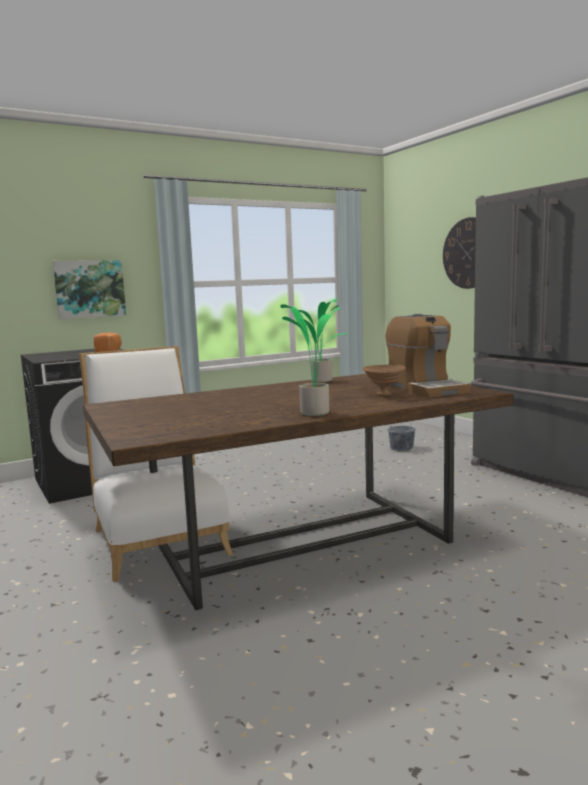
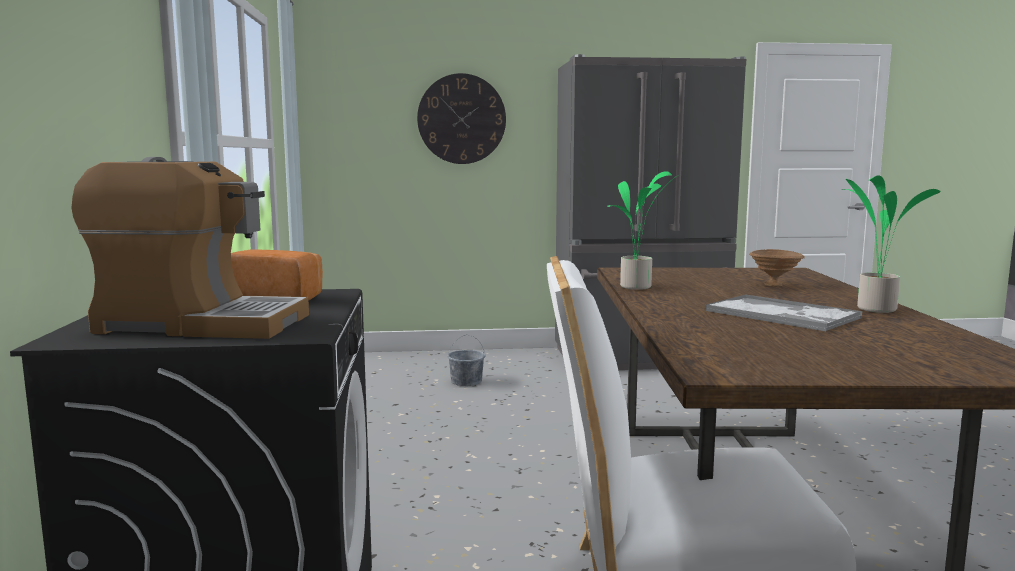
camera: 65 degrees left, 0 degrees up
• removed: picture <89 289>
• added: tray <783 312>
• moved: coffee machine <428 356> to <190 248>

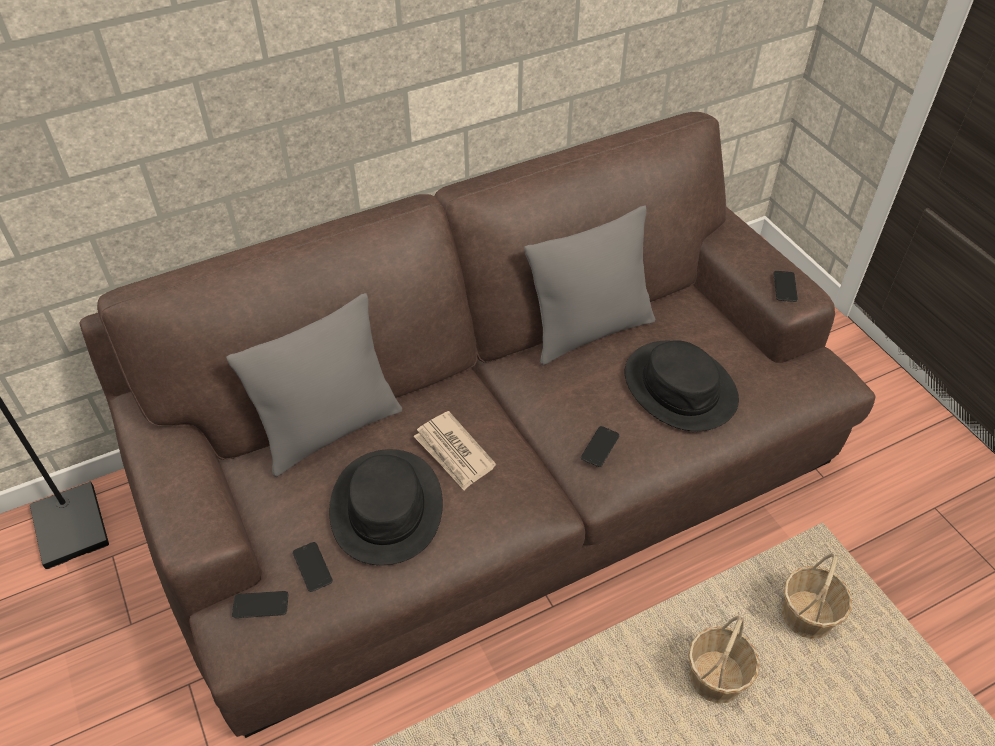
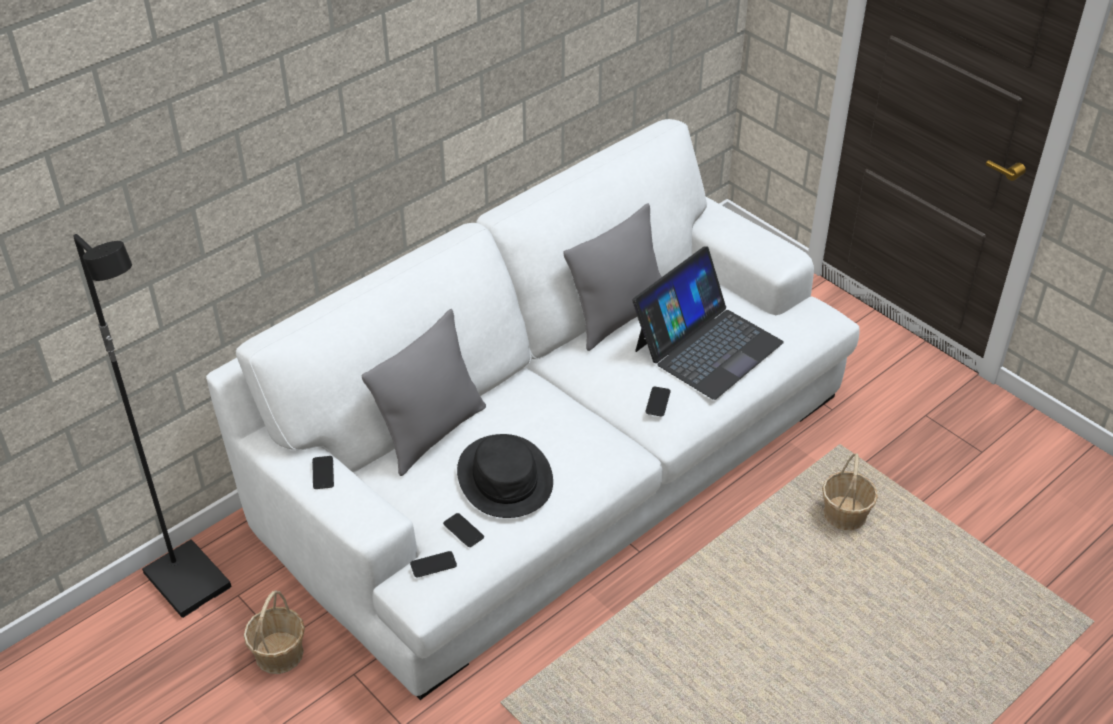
camera: 15 degrees left, 5 degrees down
• removed: newspaper <454 450>
• moved: basket <724 659> to <274 632>
• moved: phone <786 286> to <323 472>
• replaced: black hat <681 385> to laptop <708 323>
• recoloured: brown sofa <477 425> to white sofa <533 409>

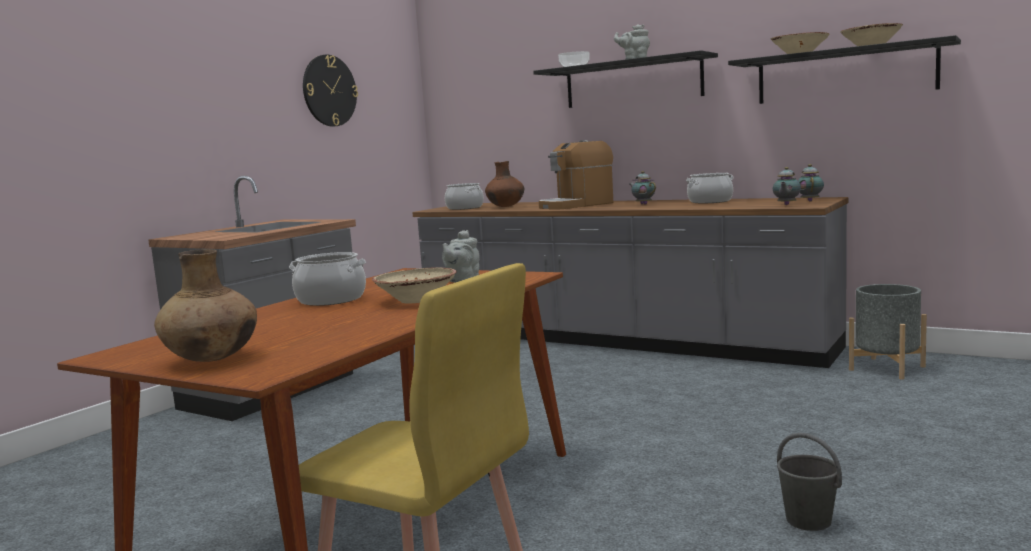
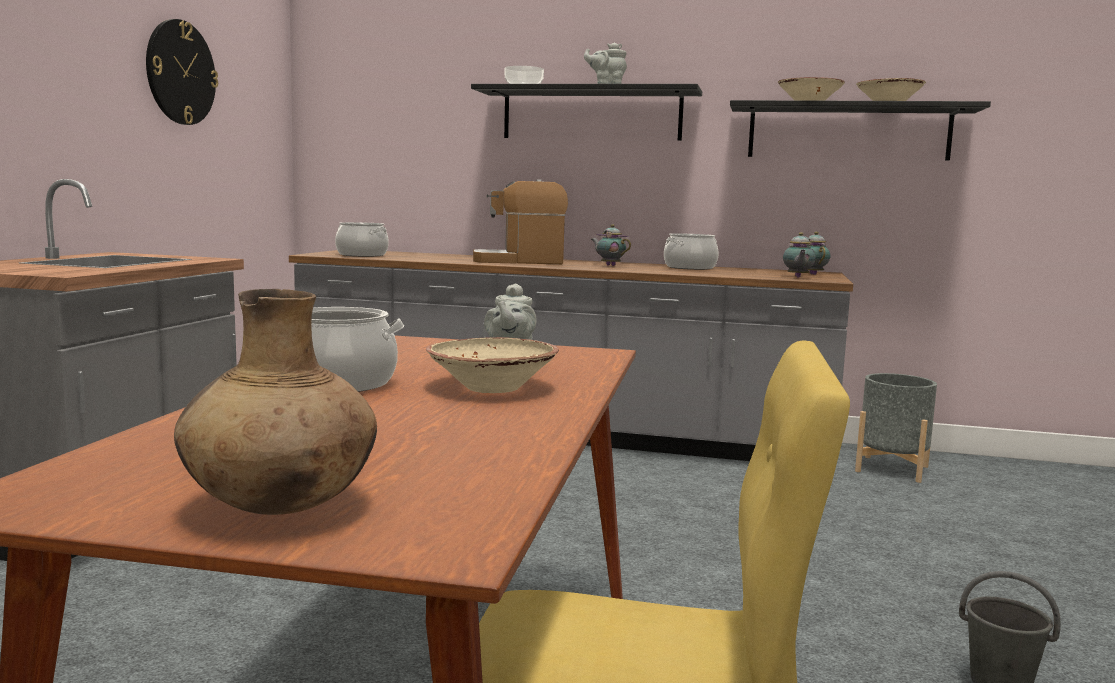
camera: 20 degrees left, 0 degrees up
• removed: brown vase <504 184>
• turned: coffee machine <576 175> = <520 221> 45 degrees clockwise

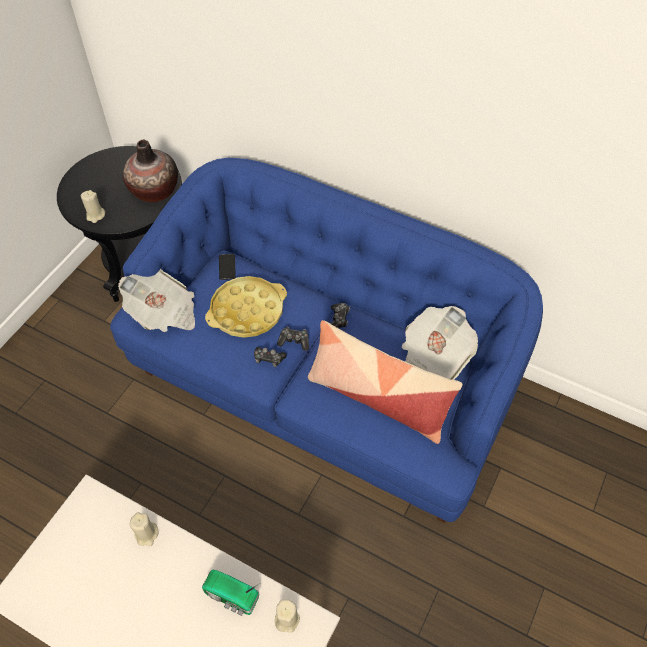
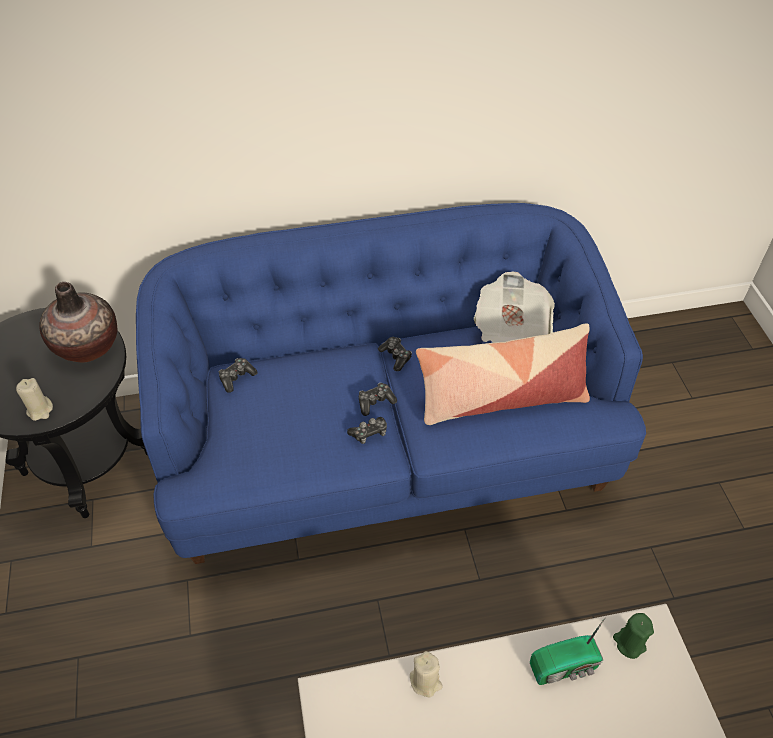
camera: 40 degrees left, 5 degrees down
• removed: newspaper <156 300>
• removed: yellow tray <246 307>
• replaced: phone <227 267> to game controller <237 375>
• recoloured: beige candle <287 616> to green candle <633 636>

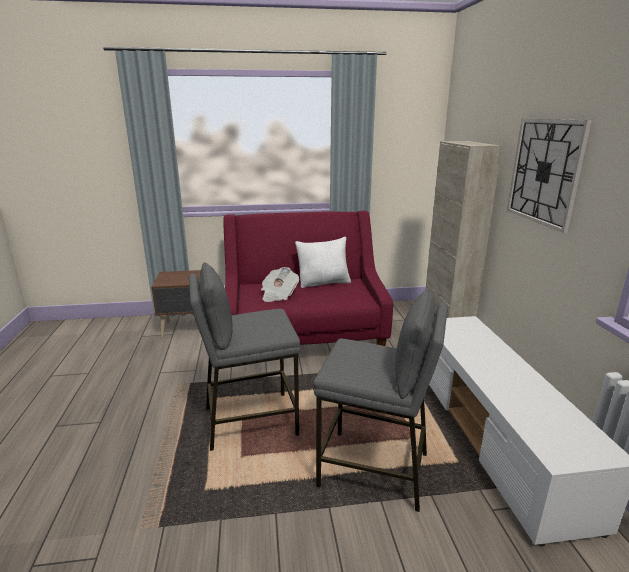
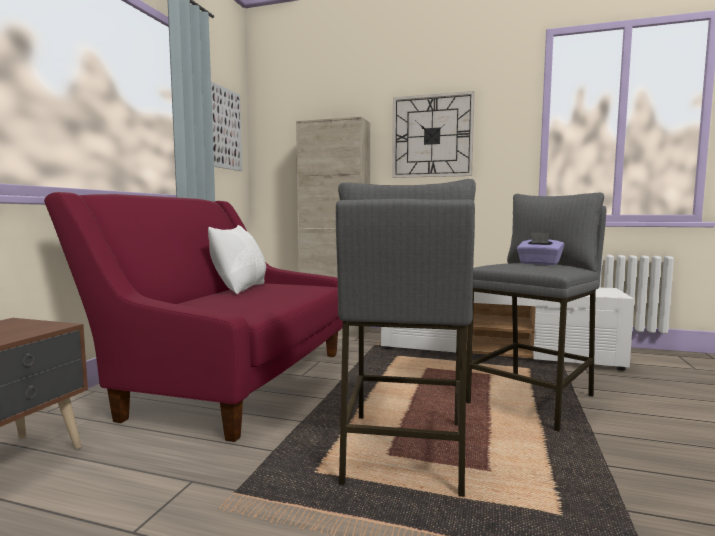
camera: 65 degrees left, 15 degrees down
• removed: newspaper <280 284>
• added: picture <226 126>
• added: purple tissue box <540 248>

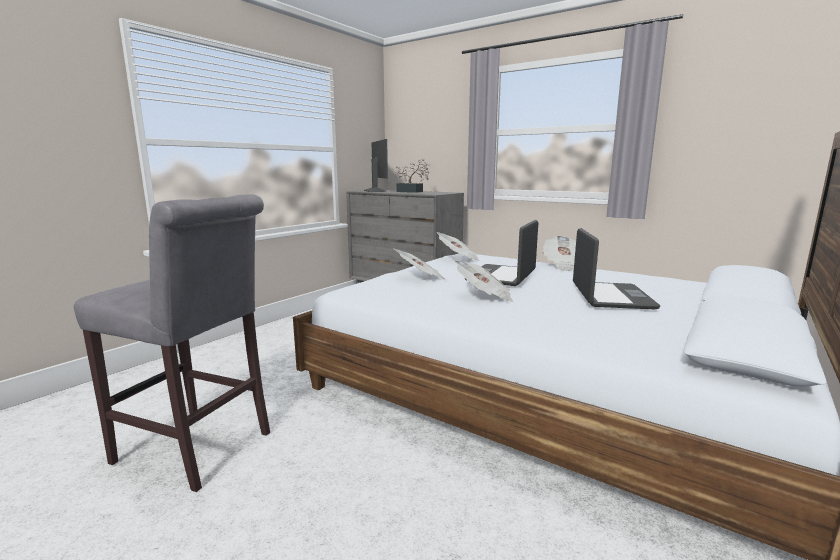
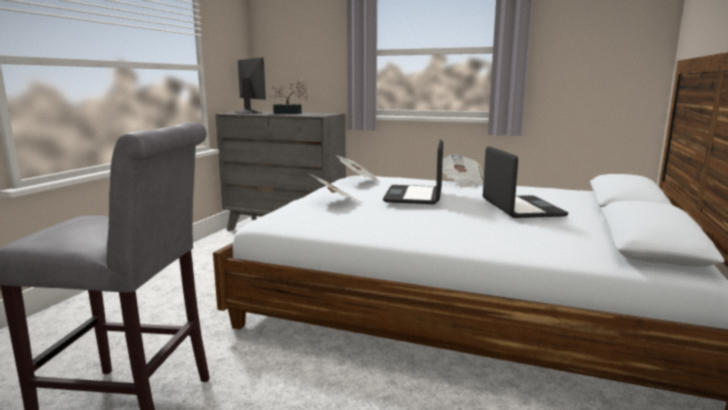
camera: 15 degrees left, 0 degrees up
• removed: newspaper <483 281>

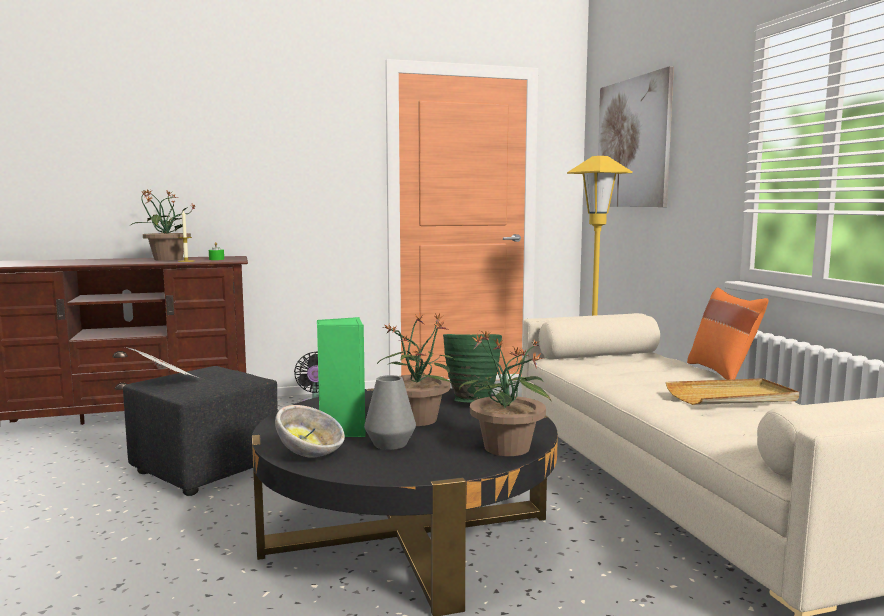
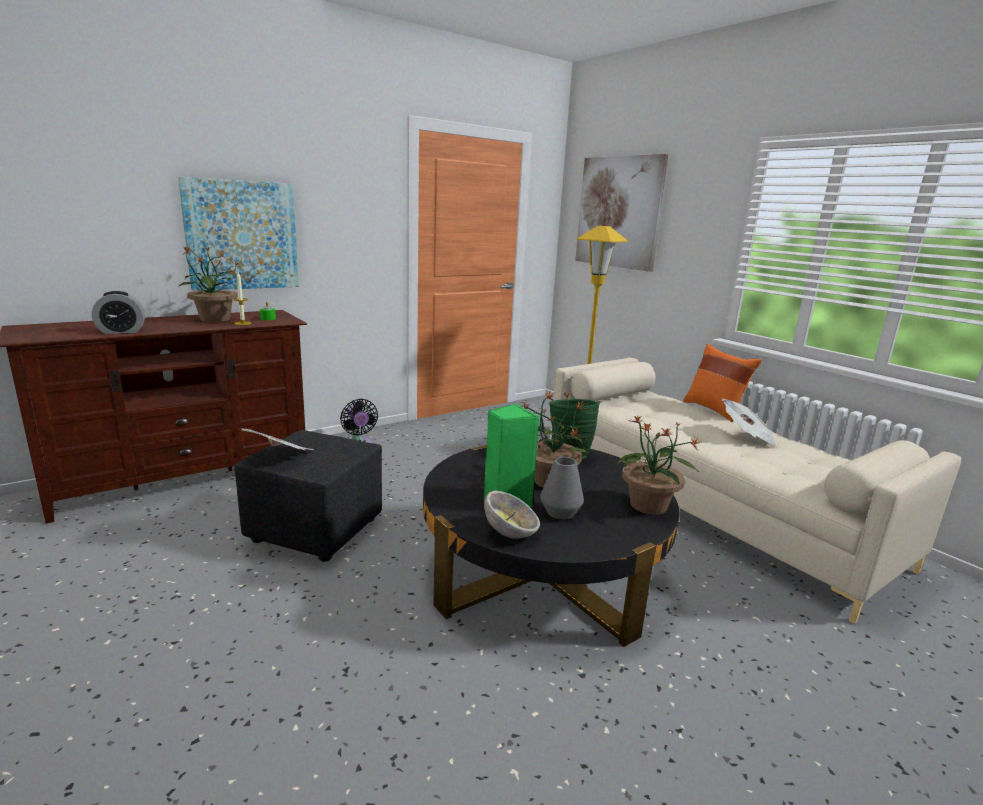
camera: 20 degrees left, 10 degrees up
• added: alarm clock <118 312>
• added: picture <238 234>
• replaced: beige tray <732 391> to newspaper <749 422>

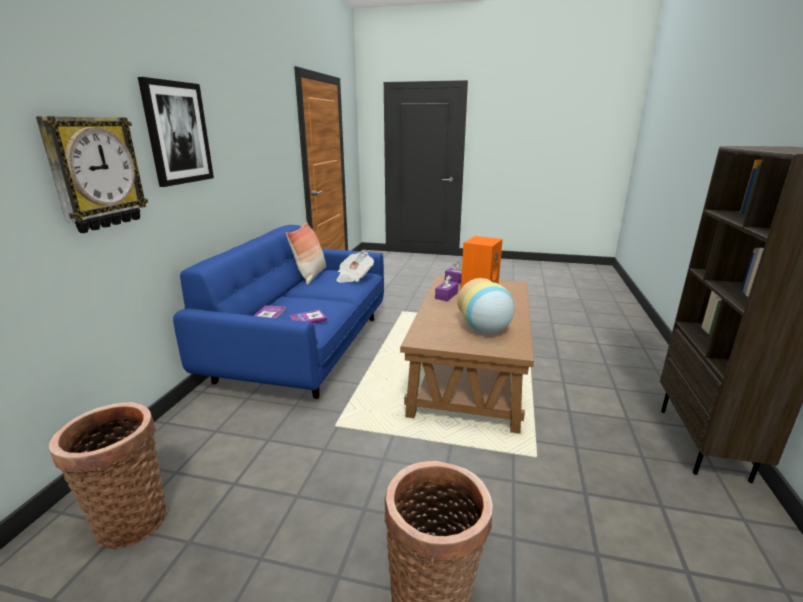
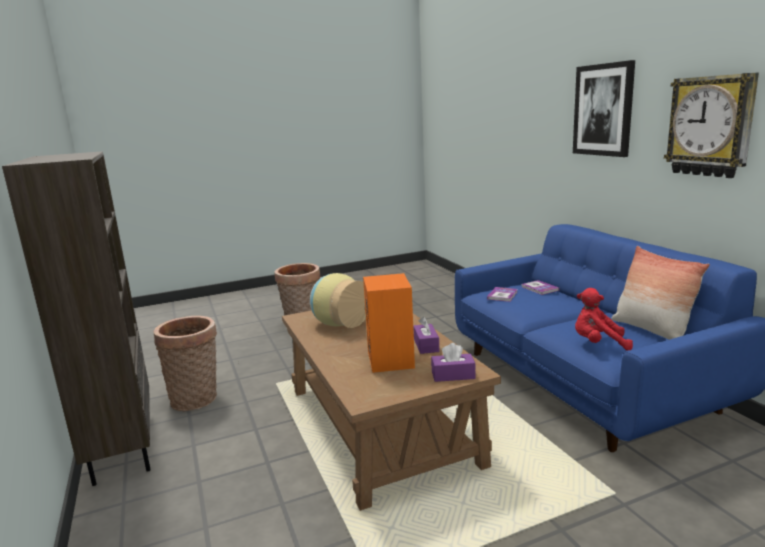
camera: 145 degrees right, 5 degrees down
• moved: wall clock <92 174> to <711 125>
• moved: basket <108 475> to <185 363>
• replaced: newspaper <355 267> to red plush toy <604 319>

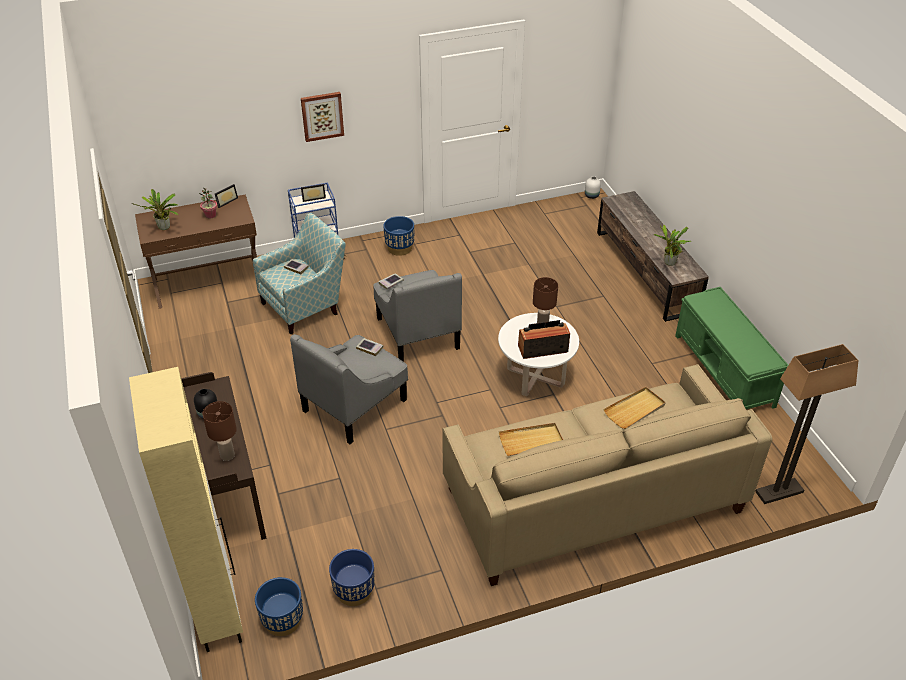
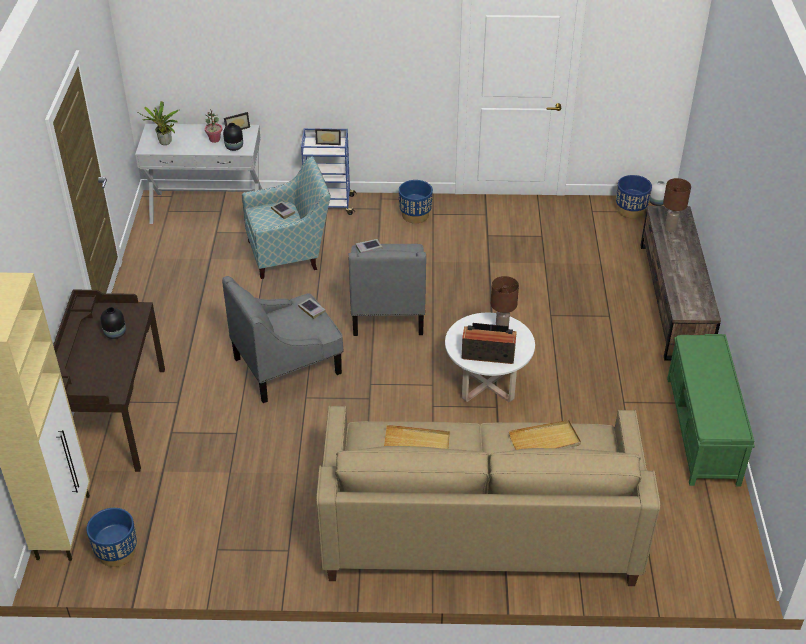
camera: 20 degrees right, 0 degrees up
• removed: picture <322 117>
• removed: potted plant <673 245>
• removed: floor lamp <806 424>
• added: black vase <233 137>
• moved: brown table lamp <219 431> to <677 205>
• moved: blue planter <352 577> to <634 196>
• recoloured: brown console table <196 251> to white console table <198 174>

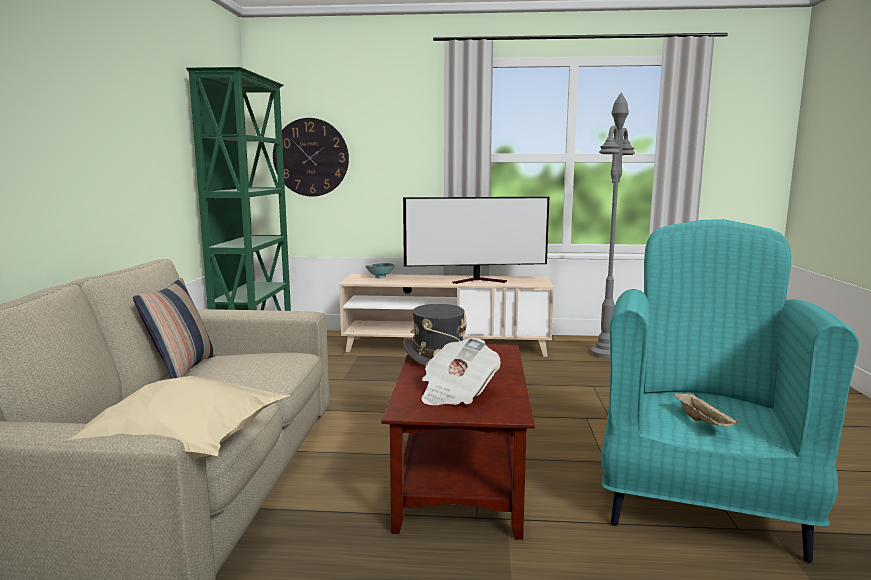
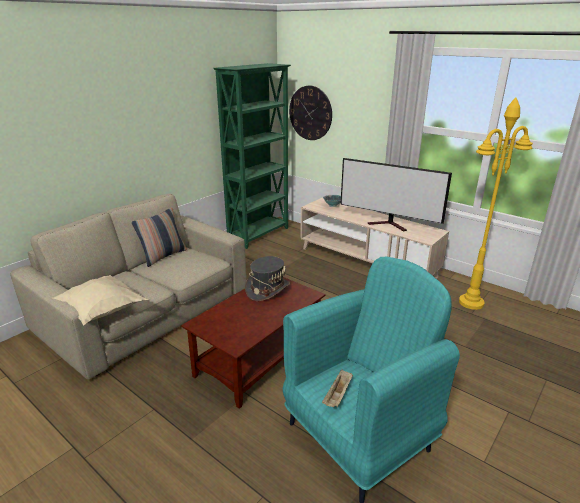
camera: 35 degrees right, 15 degrees up
• removed: newspaper <461 371>
• recoloured: grey floor lamp <612 225> to yellow floor lamp <496 203>

